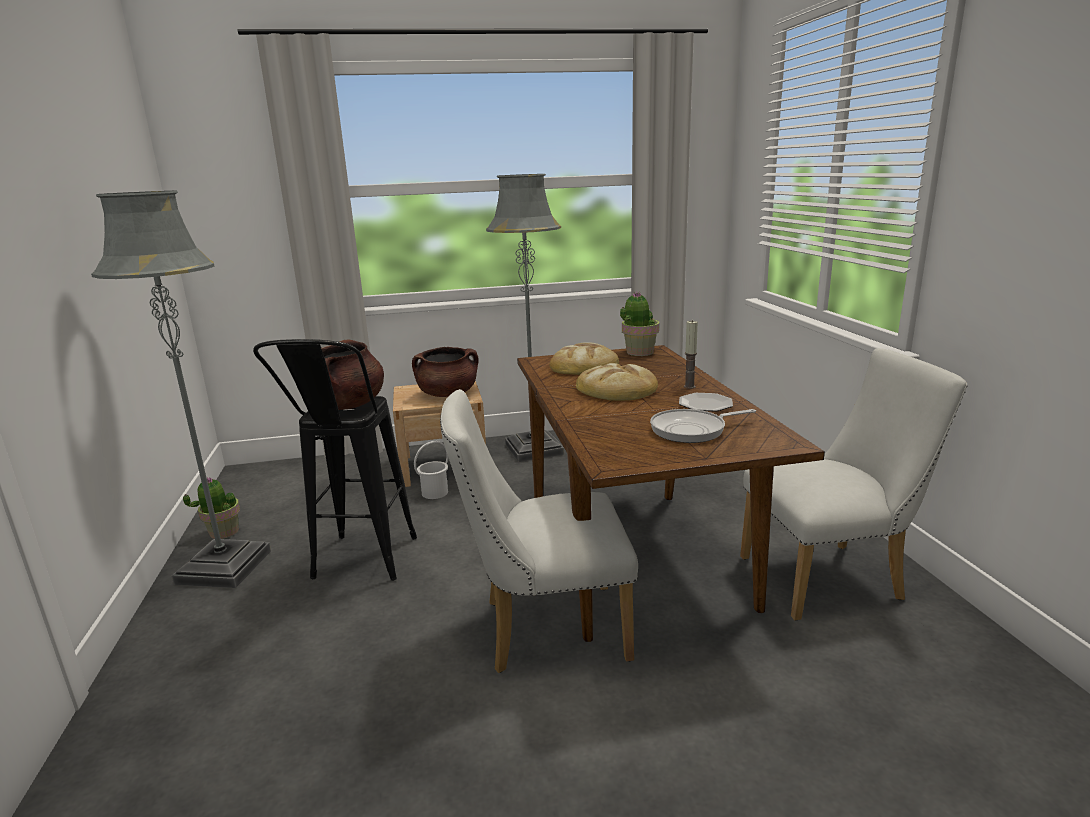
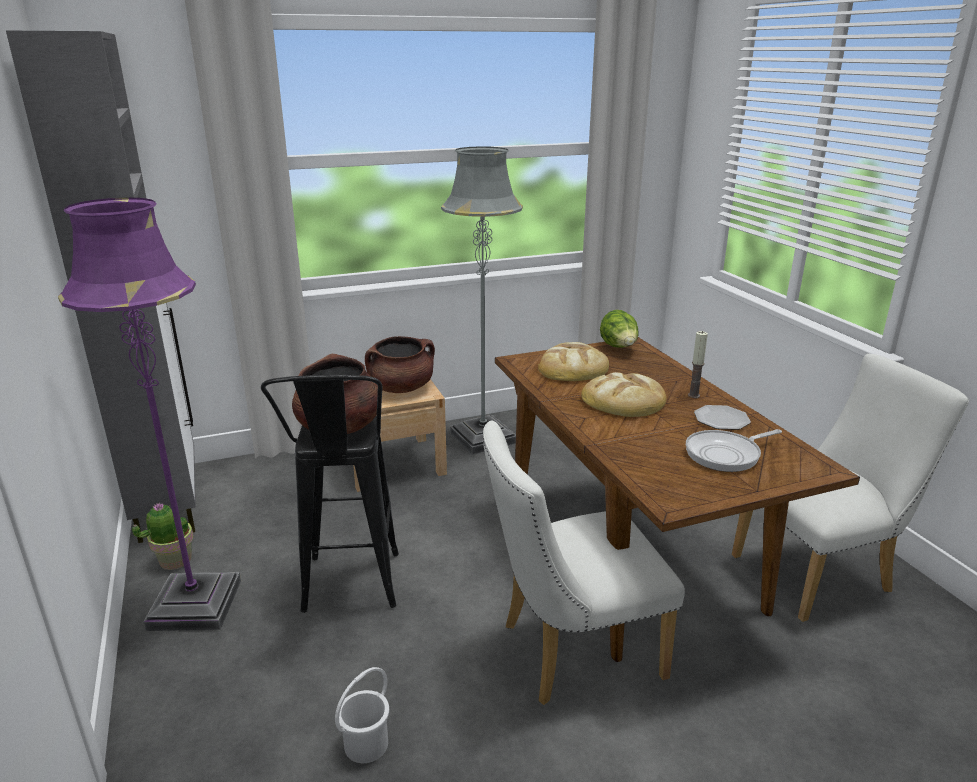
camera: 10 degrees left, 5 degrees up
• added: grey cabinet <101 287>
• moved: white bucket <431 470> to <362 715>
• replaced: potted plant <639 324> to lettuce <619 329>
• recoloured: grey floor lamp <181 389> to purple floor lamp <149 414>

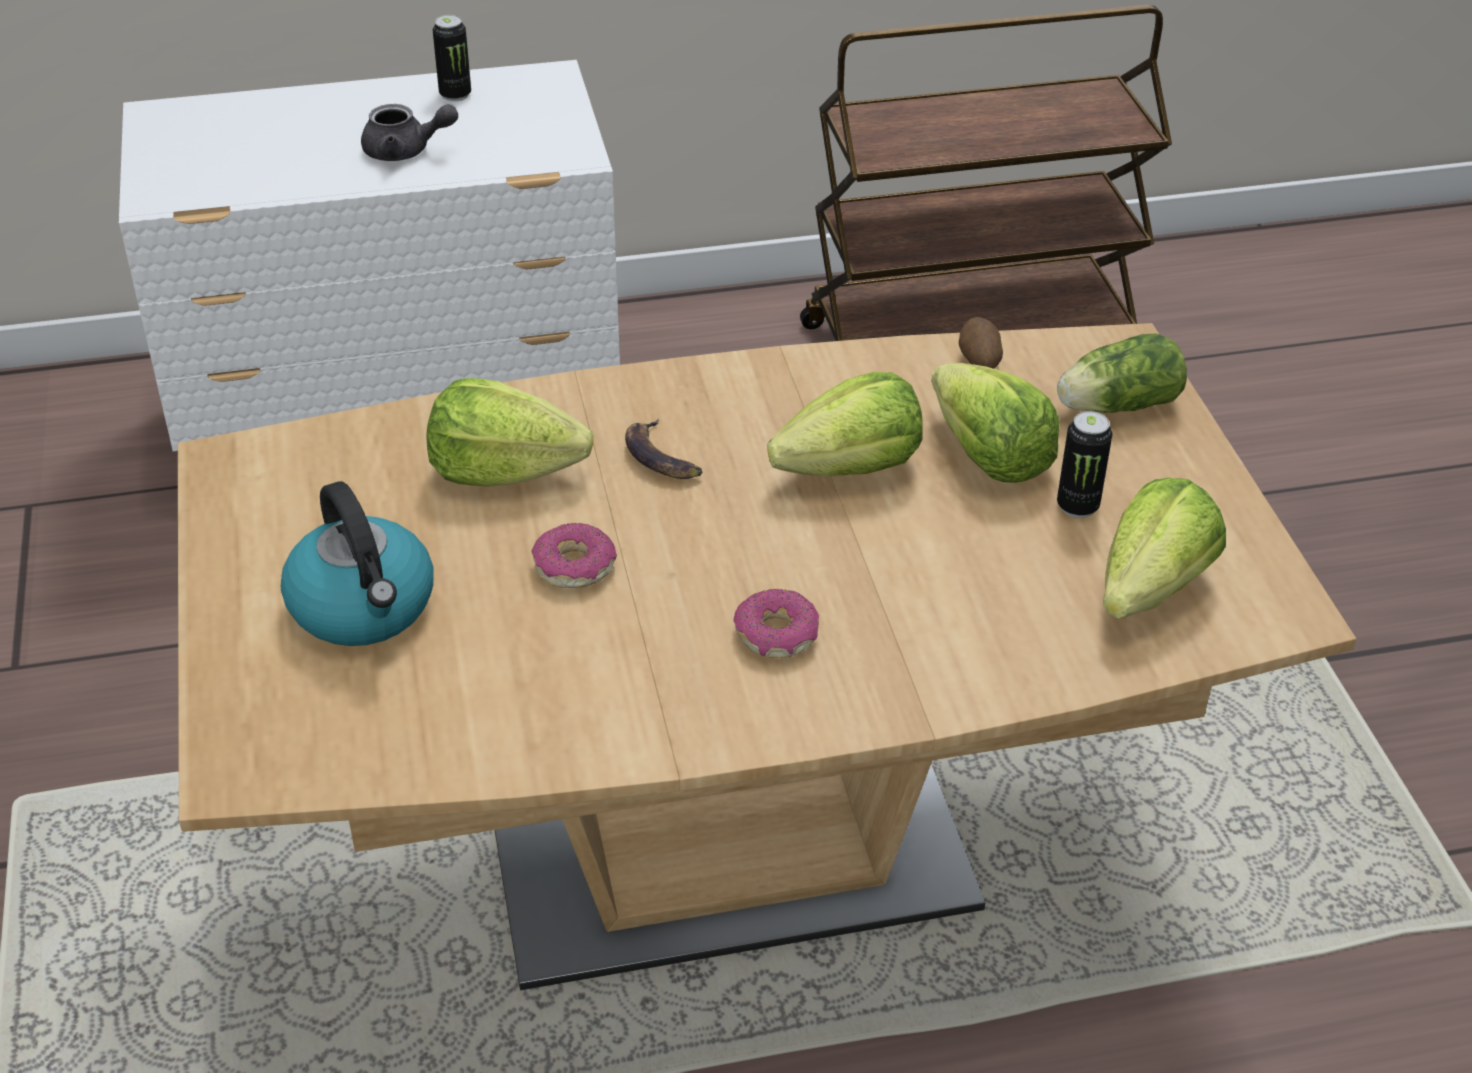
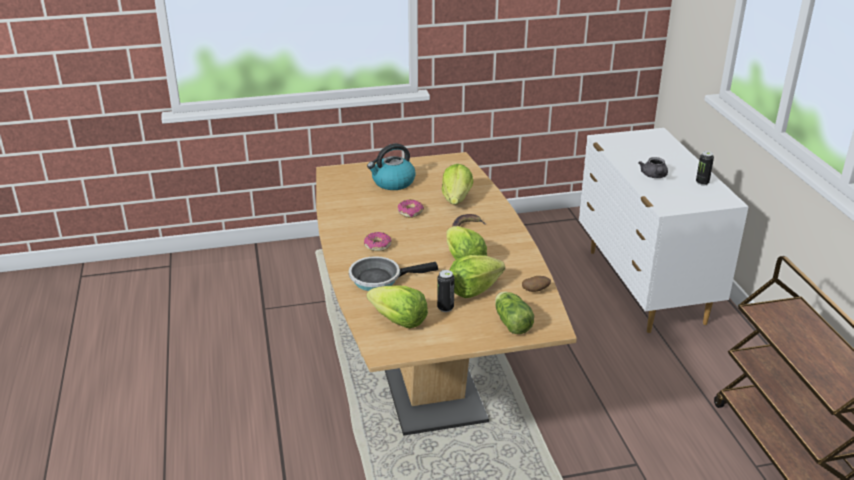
camera: 90 degrees right, 10 degrees down
• added: frying pan <393 273>

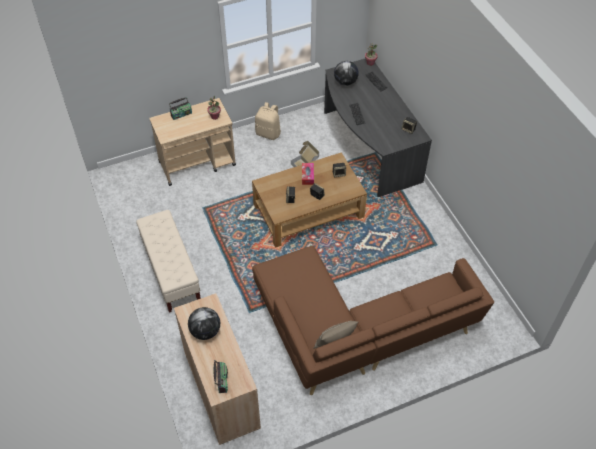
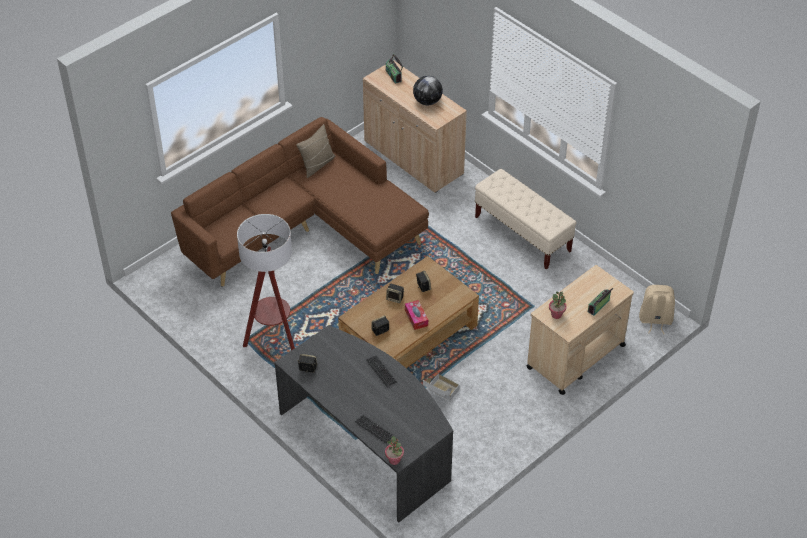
camera: 160 degrees right, 5 degrees down
• removed: globe <346 73>
• added: floor lamp <266 282>
• moved: beige backpack <268 121> to <657 309>

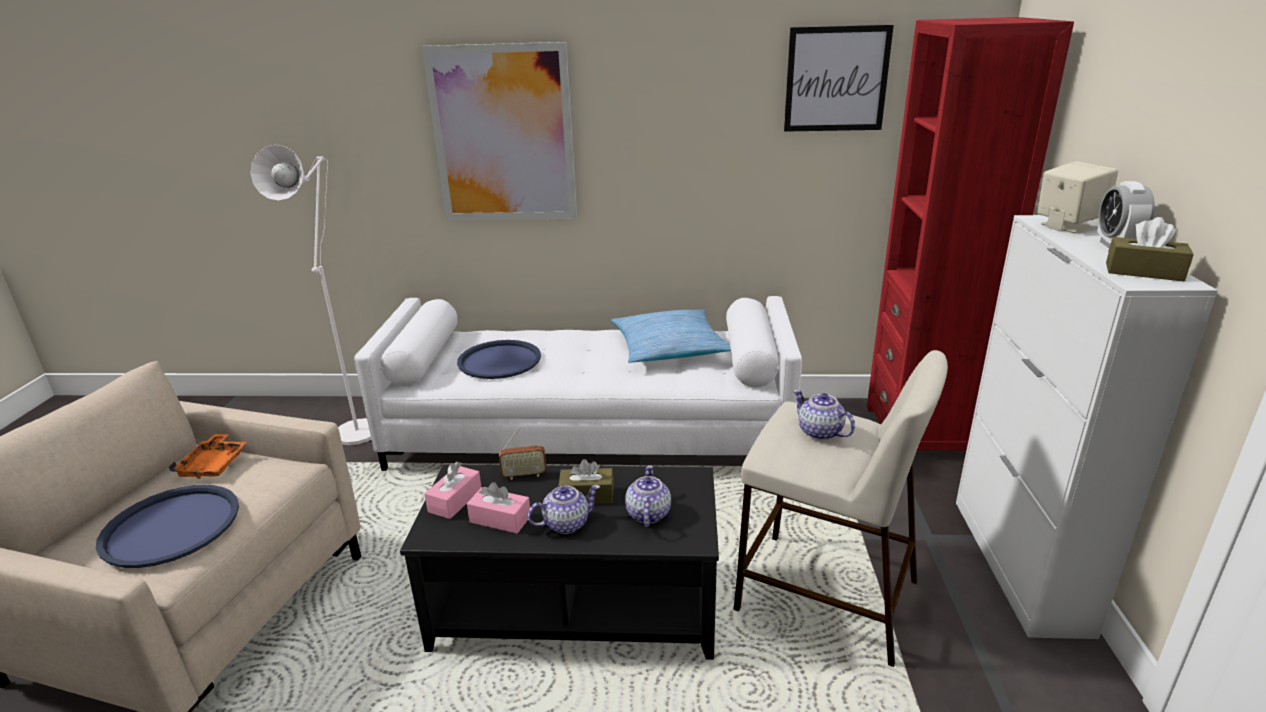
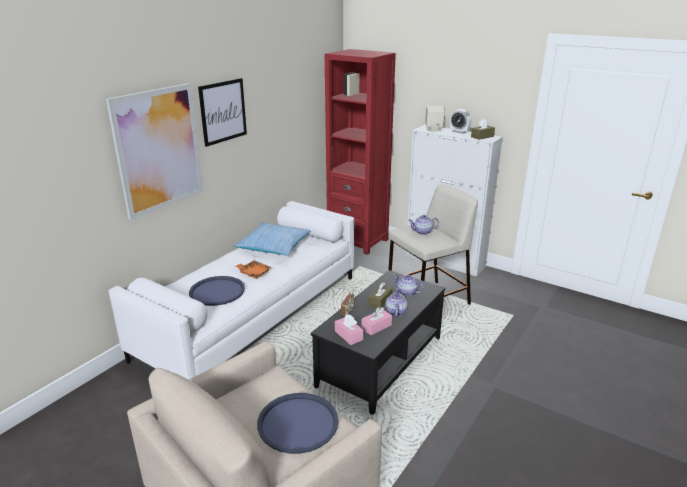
camera: 60 degrees left, 0 degrees up
• removed: white floor lamp <310 295>
• moved: orange tray <207 456> to <253 269>
• moved: picture <839 78> to <222 112>

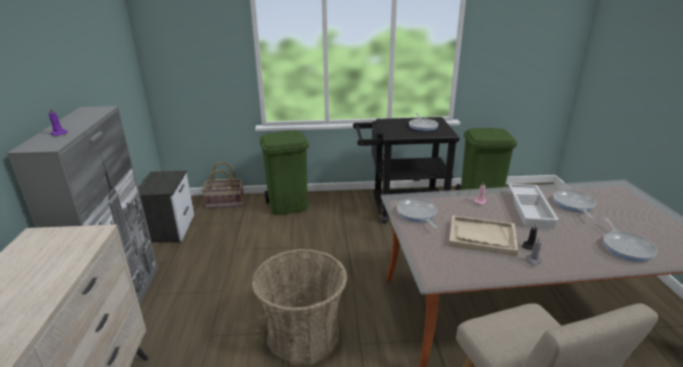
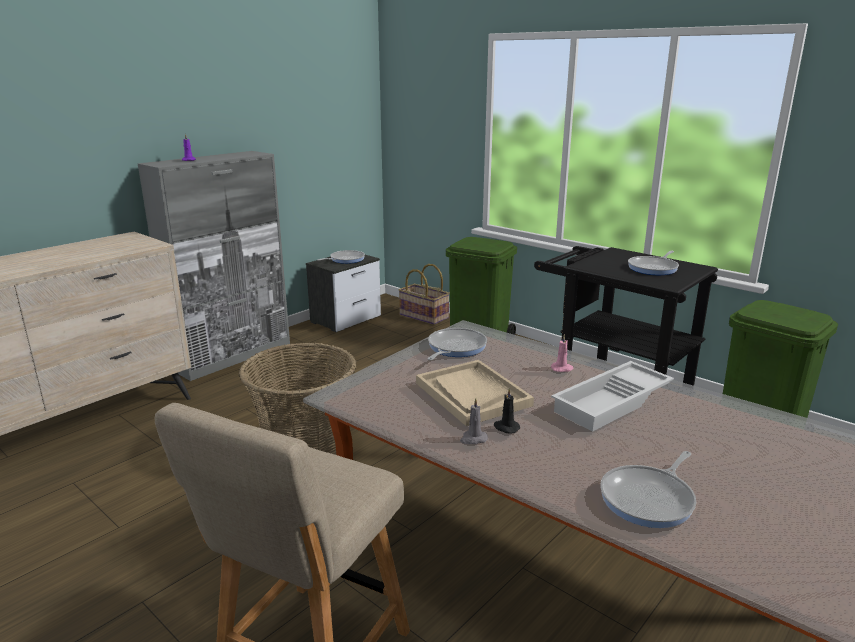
camera: 45 degrees right, 5 degrees down
• moved: frying pan <575 204> to <341 257>

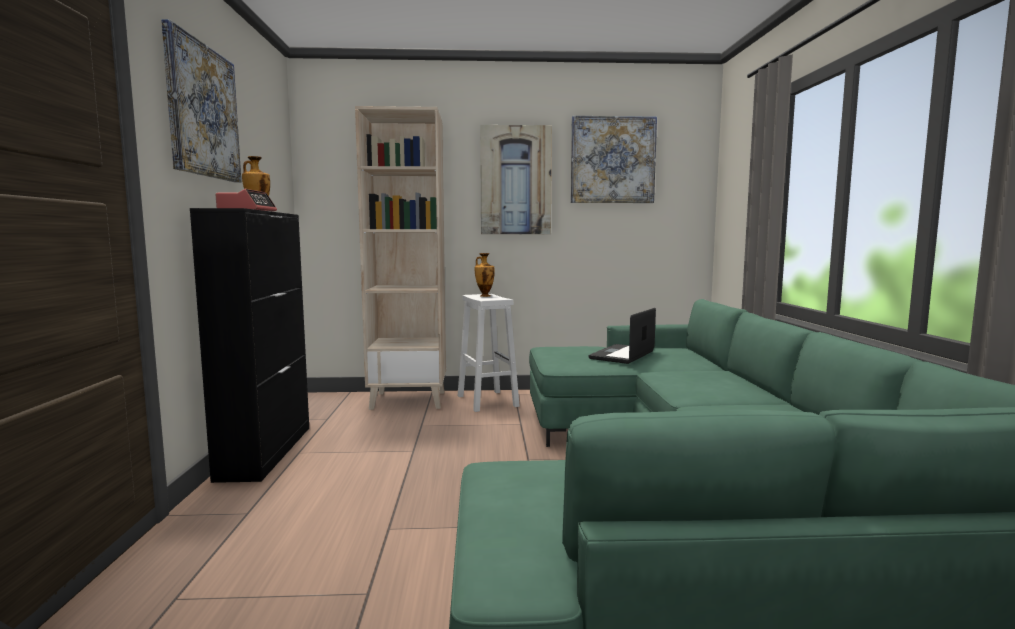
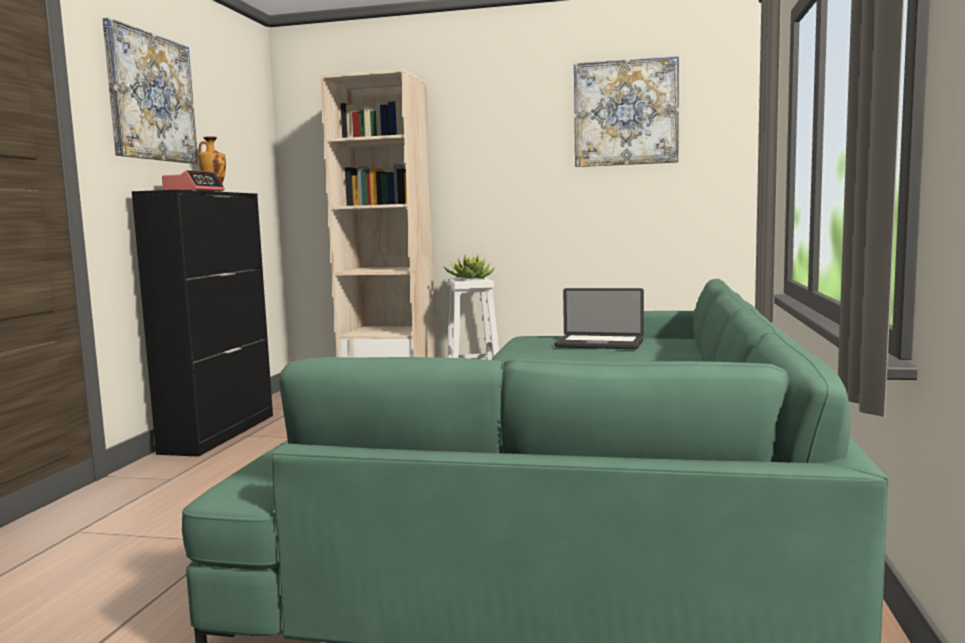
camera: 15 degrees right, 0 degrees up
• removed: picture <516 179>
• replaced: vase <485 275> to potted plant <468 266>
• turned: laptop <622 336> = <599 318> 120 degrees counterclockwise

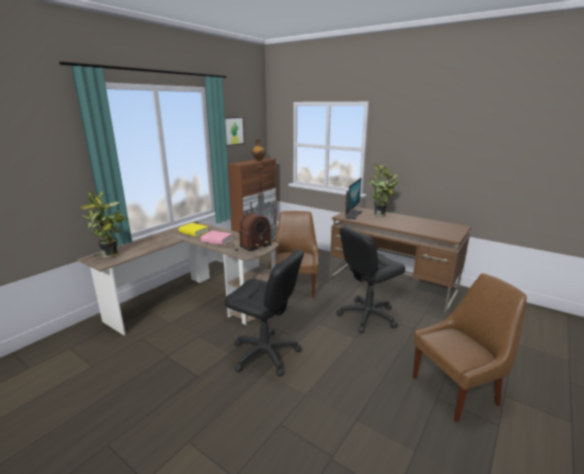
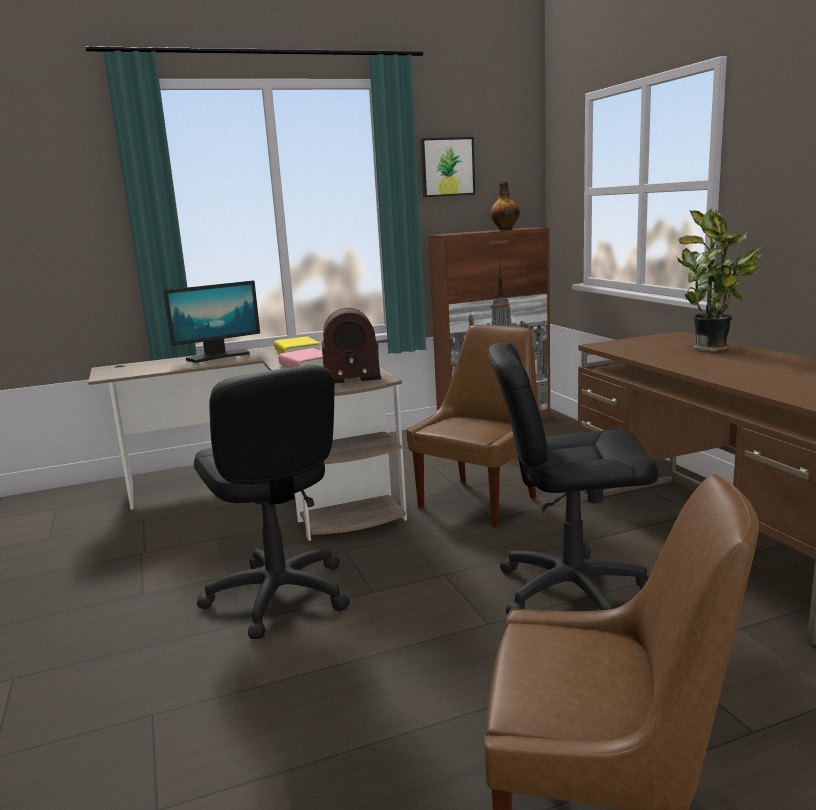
camera: 35 degrees right, 5 degrees down
• removed: potted plant <102 224>
• moved: monitor <353 198> to <211 321>

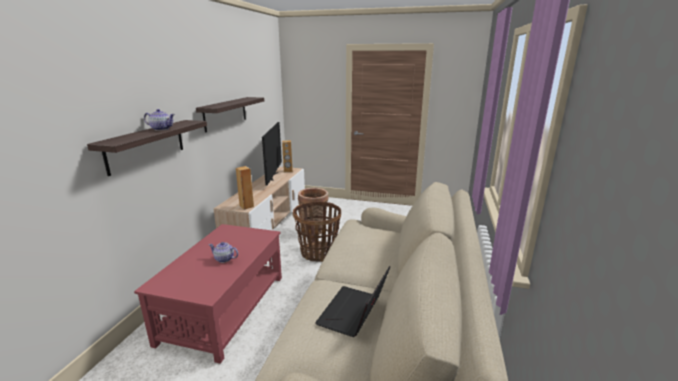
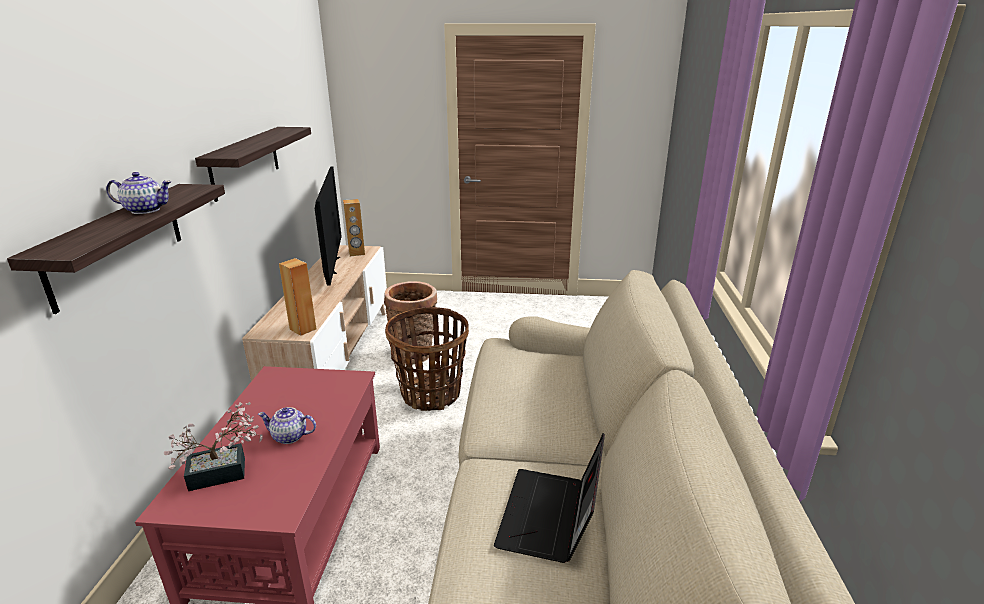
camera: 10 degrees left, 5 degrees up
• added: potted plant <213 446>

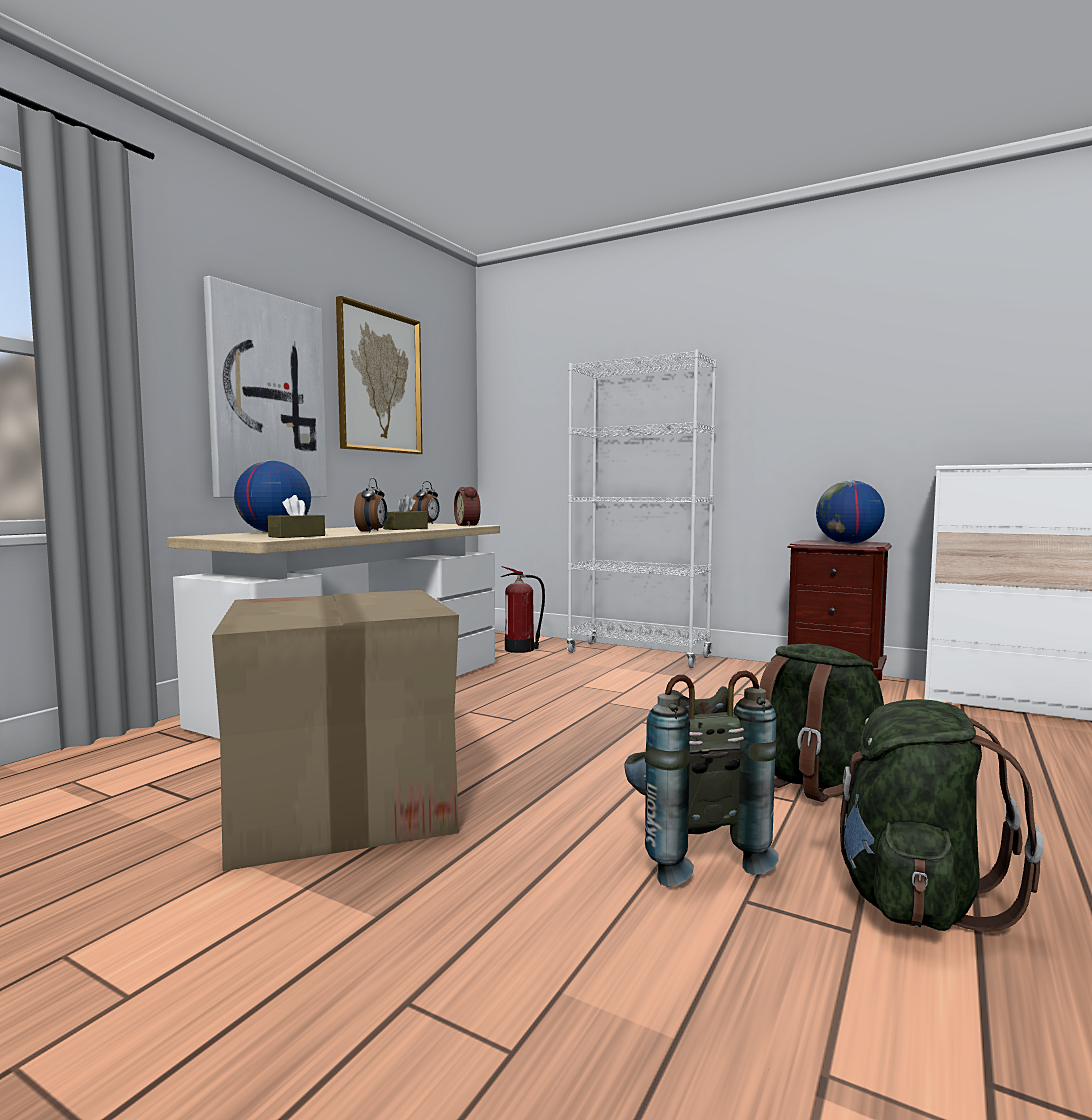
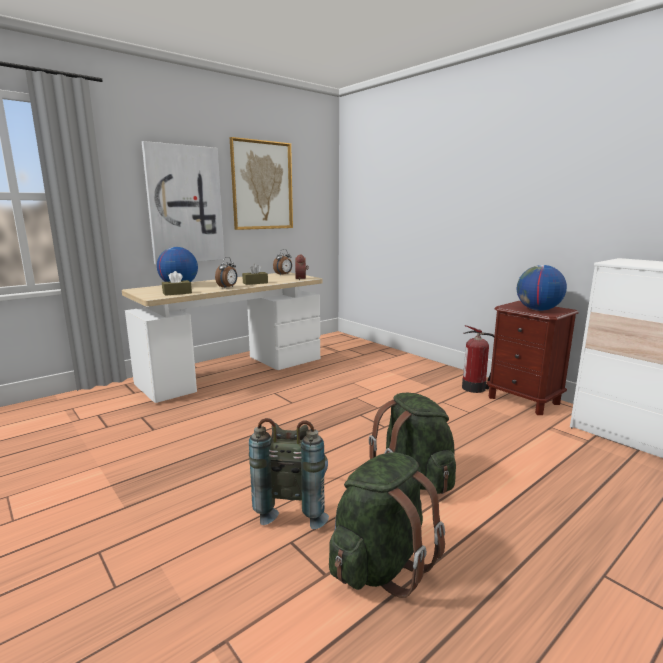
camera: 20 degrees right, 10 degrees up
• removed: cardboard box <335 730>
• removed: white bookcase <641 509>
• moved: fire extinguisher <523 609> to <478 359>

